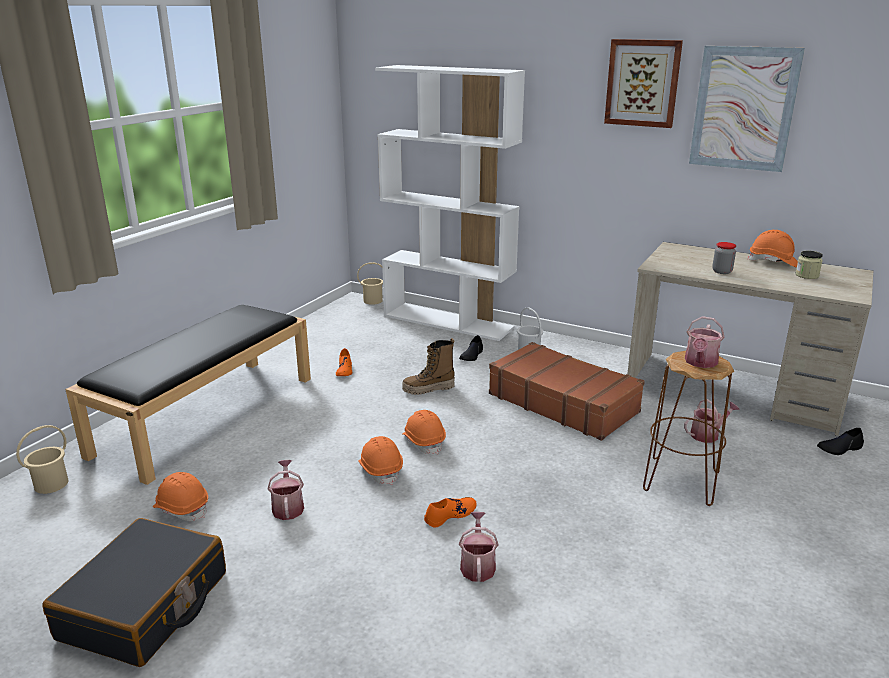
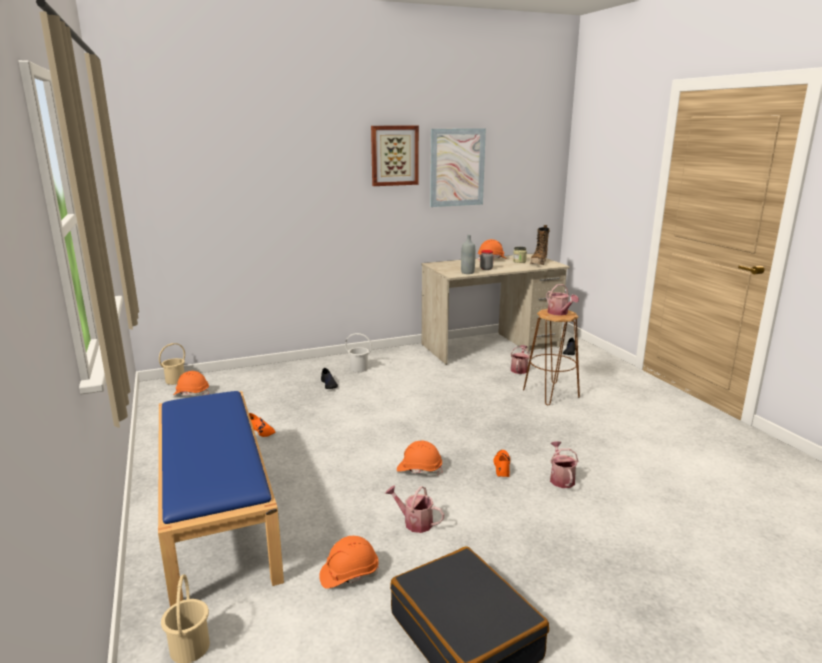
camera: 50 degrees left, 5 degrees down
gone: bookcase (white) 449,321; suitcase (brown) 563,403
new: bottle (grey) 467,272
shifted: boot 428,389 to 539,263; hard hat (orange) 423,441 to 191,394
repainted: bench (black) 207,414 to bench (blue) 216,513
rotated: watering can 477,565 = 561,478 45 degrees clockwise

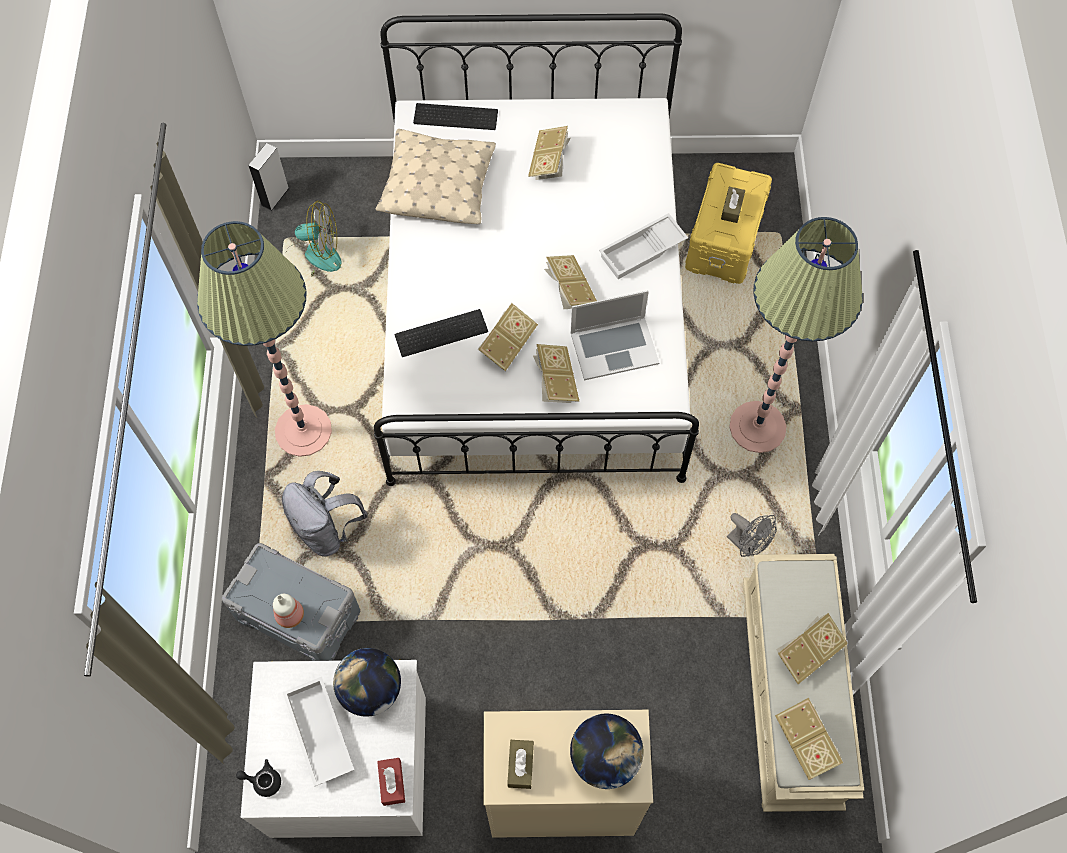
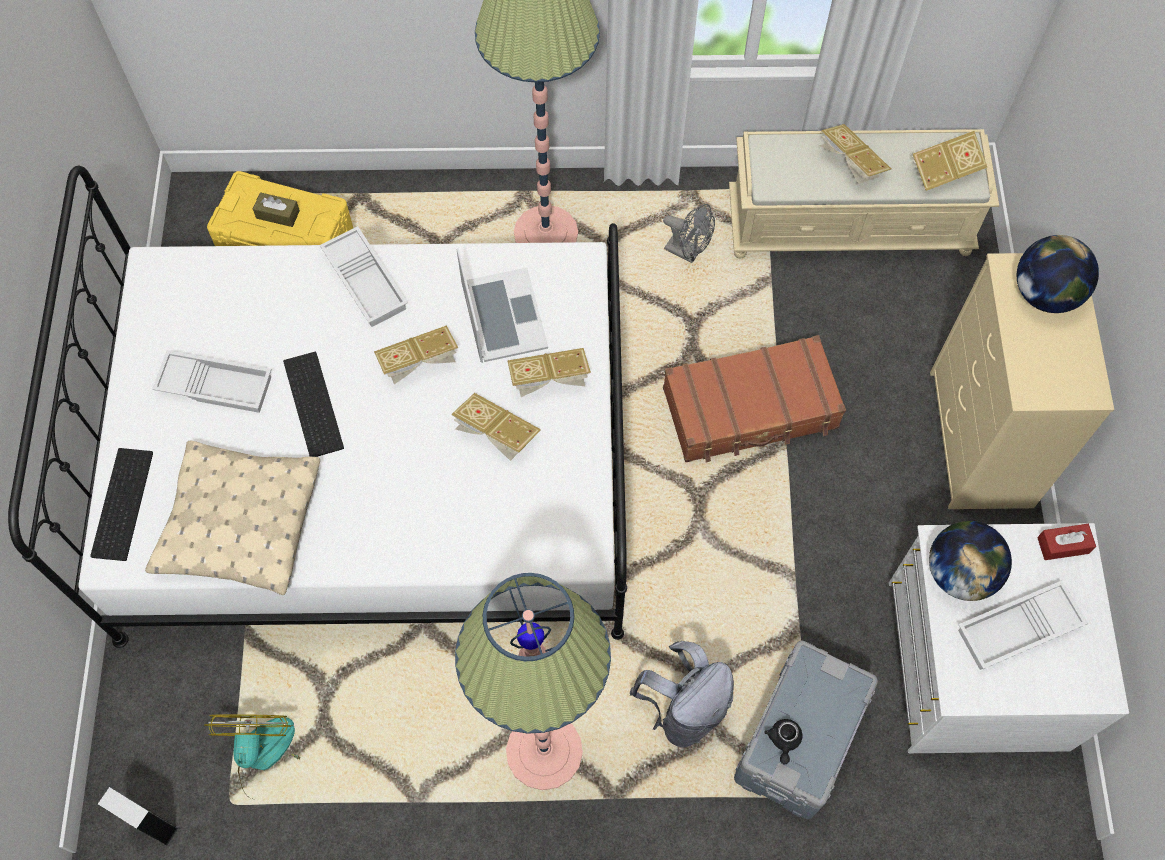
camera: 90 degrees left, 0 degrees up
gone: bottle 289,615; tissue box (brown) 520,766
new: suitcase (brown) 751,409
shifted: keyboard 441,331 to 311,404; teapot (black) 263,781 to 783,741
swapped: book 549,162 to tray (white) 217,384
rotated: fan (grey) 747,545 = 688,252 75 degrees clockwise

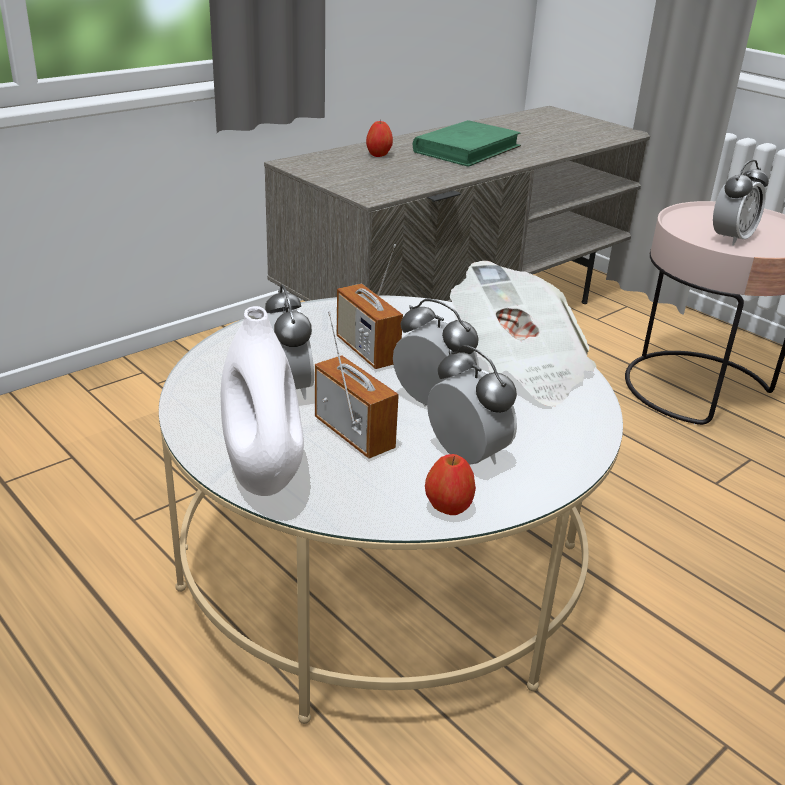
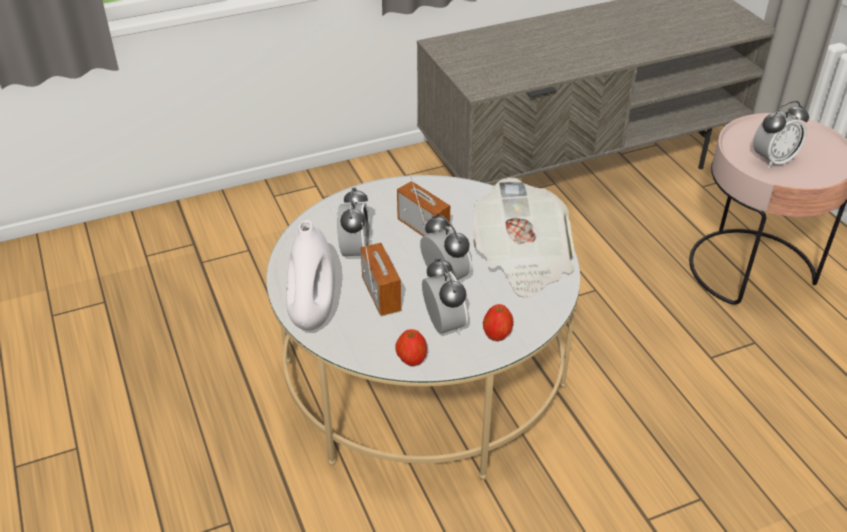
camera: 20 degrees right, 10 degrees up
gone: book (green) 467,149
shifted: apple 379,155 to 497,335
rotated: radio 367,351 = 423,228 150 degrees clockwise

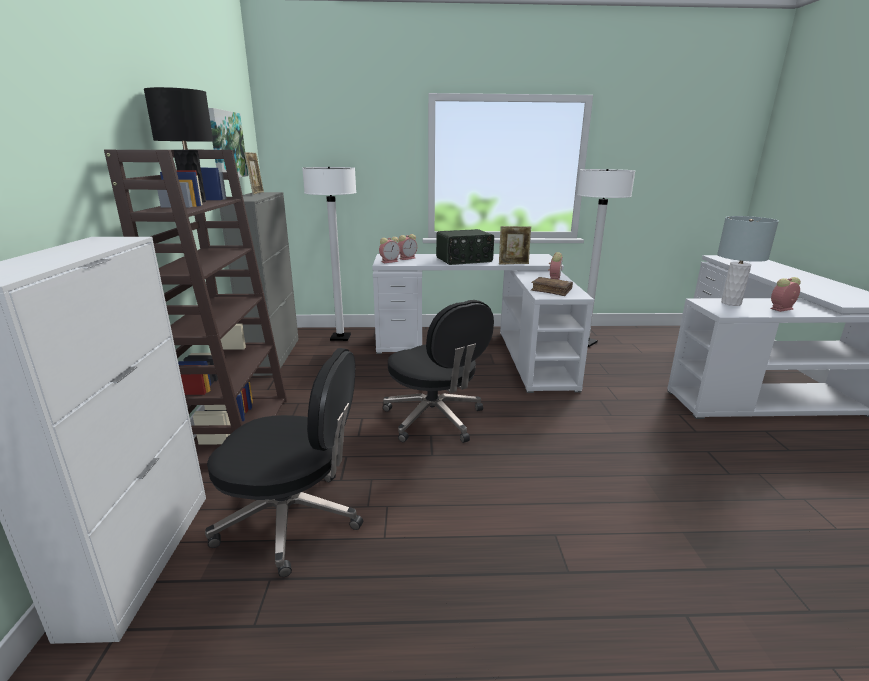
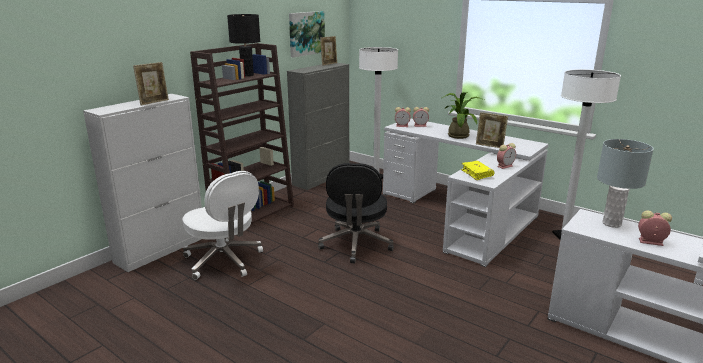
camera: 40 degrees right, 0 degrees up
new: picture frame 154,102
swapped: radio 464,260 to potted plant 458,135
repainted: book (brown) 551,291 to book (yellow) 477,174; office chair (black) 293,519 to office chair (white) 224,260

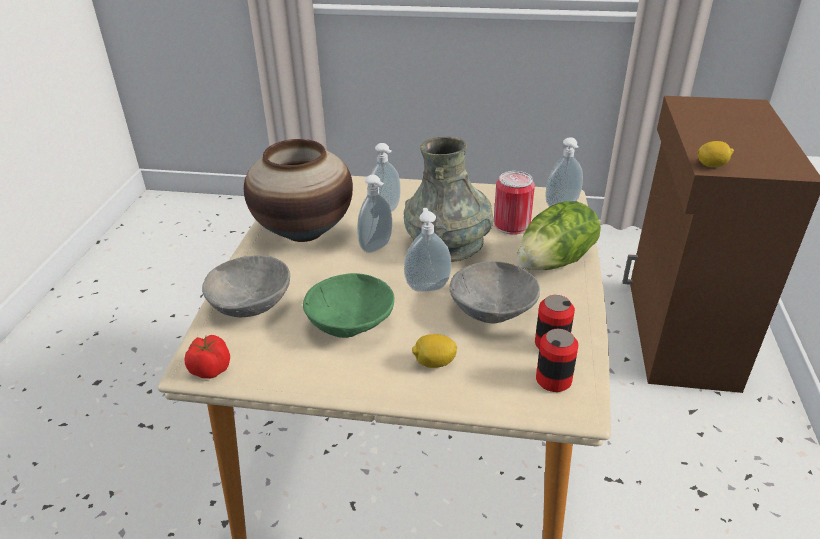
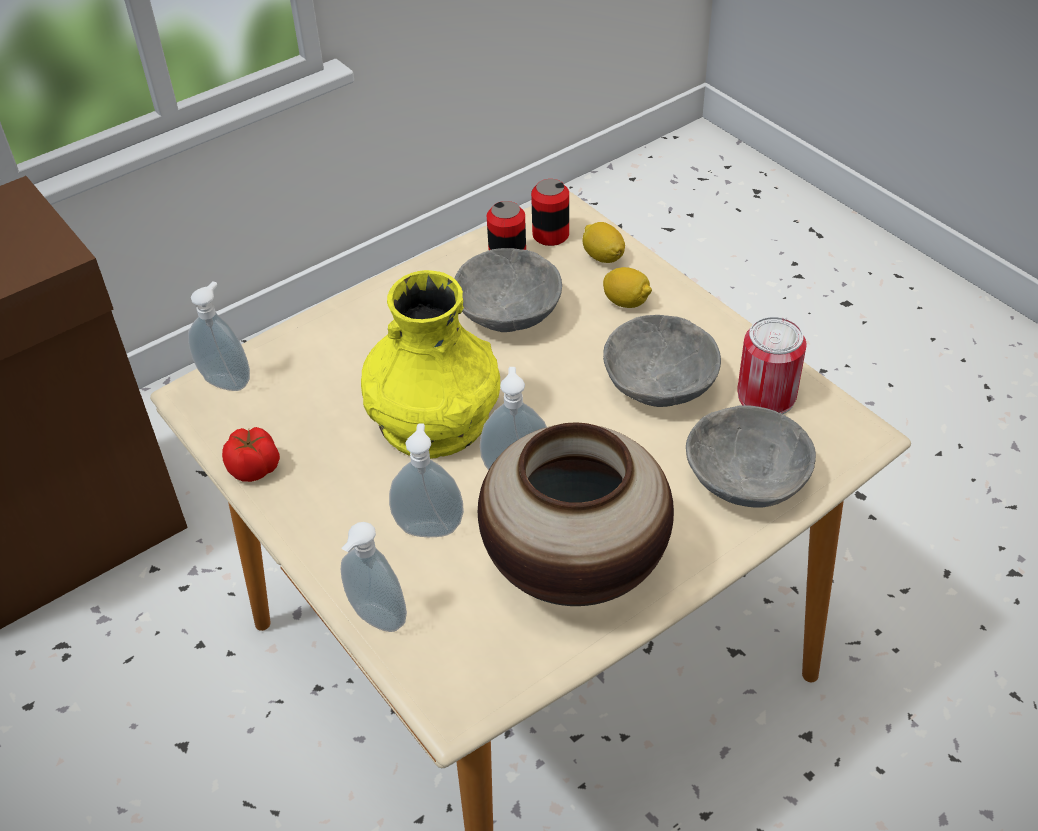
camera: 135 degrees left, 10 degrees up
gone: lettuce 556,261
shifted: lemon 711,165 to 603,257; can 511,225 to 766,396; soap dispenser 427,286 to 375,620; tomato 210,369 to 255,469
repainted: vase (grey) 448,244 to vase (yellow) 433,418; bowl (green) 352,324 to bowl (grey) 658,383

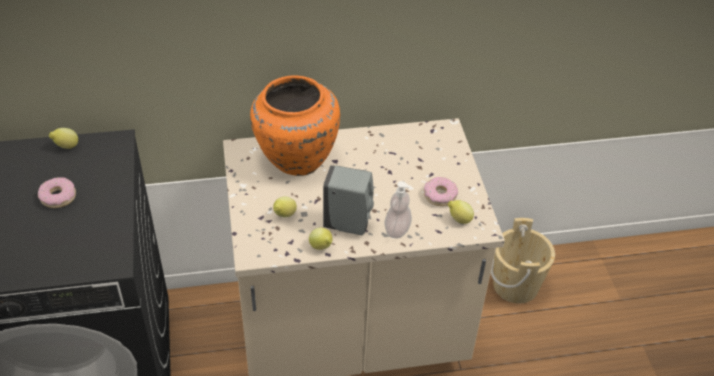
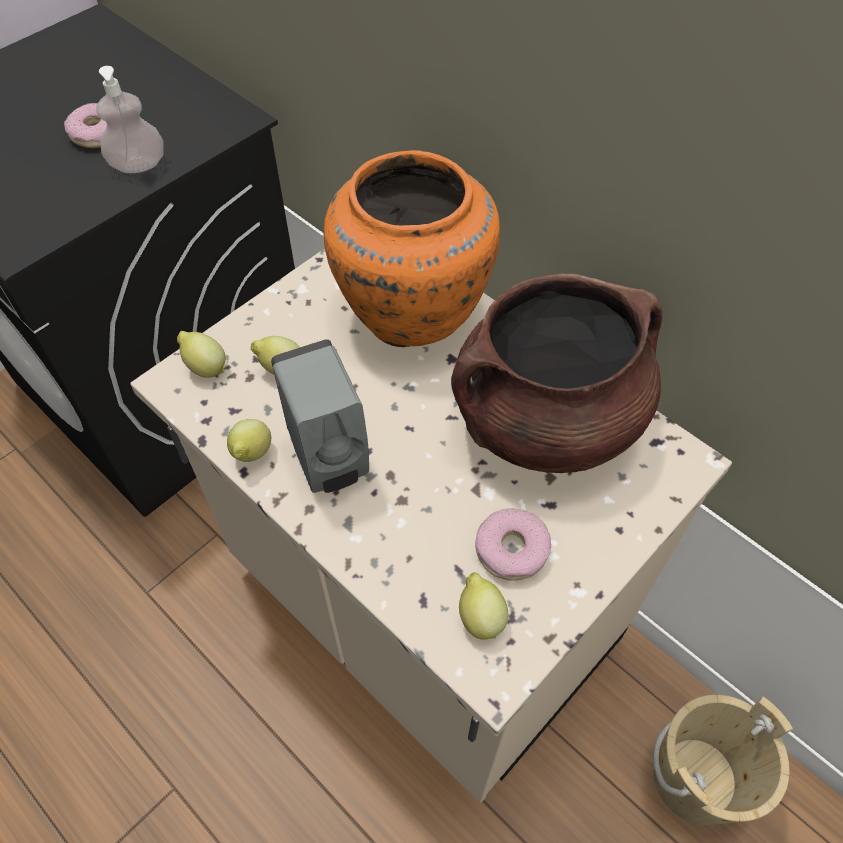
camera: 55 degrees right, 10 degrees up
new: cooking pot (brown) 546,420
shifted: lemon 66,147 to 205,367; soap dispenser 397,230 to 138,165

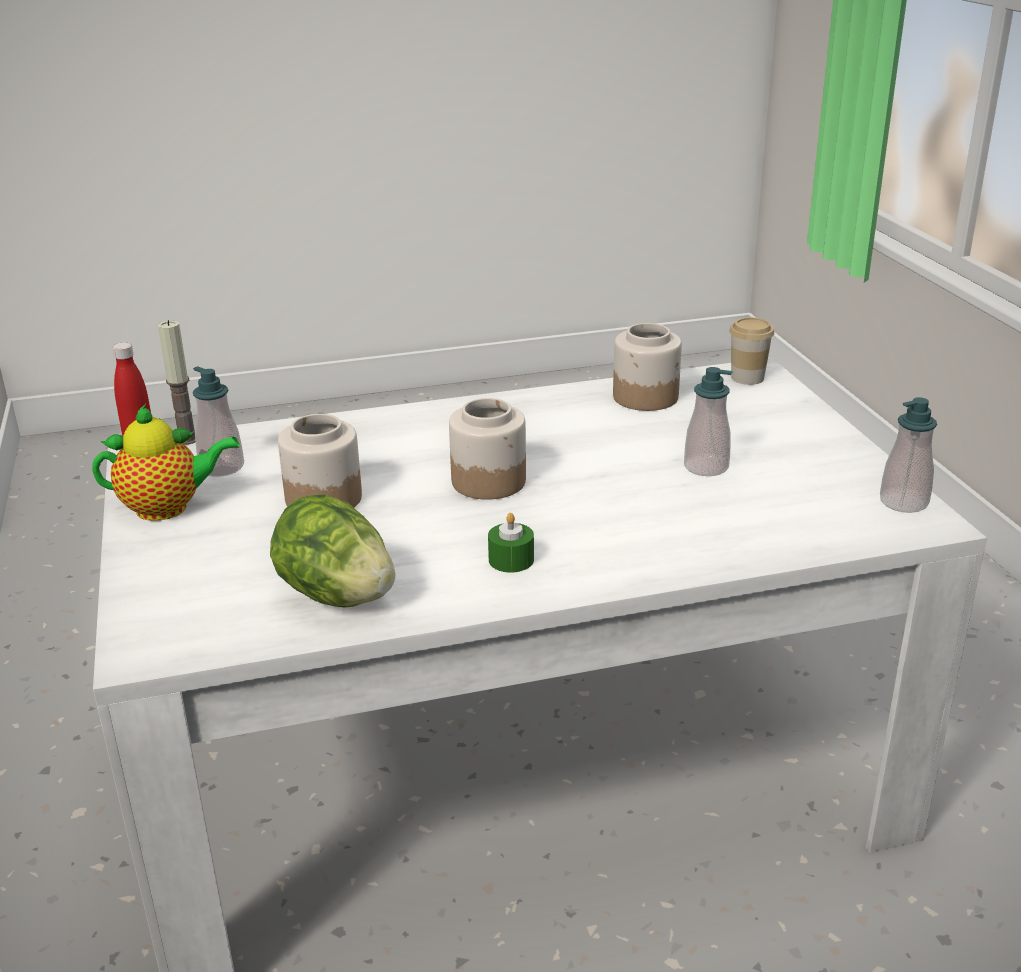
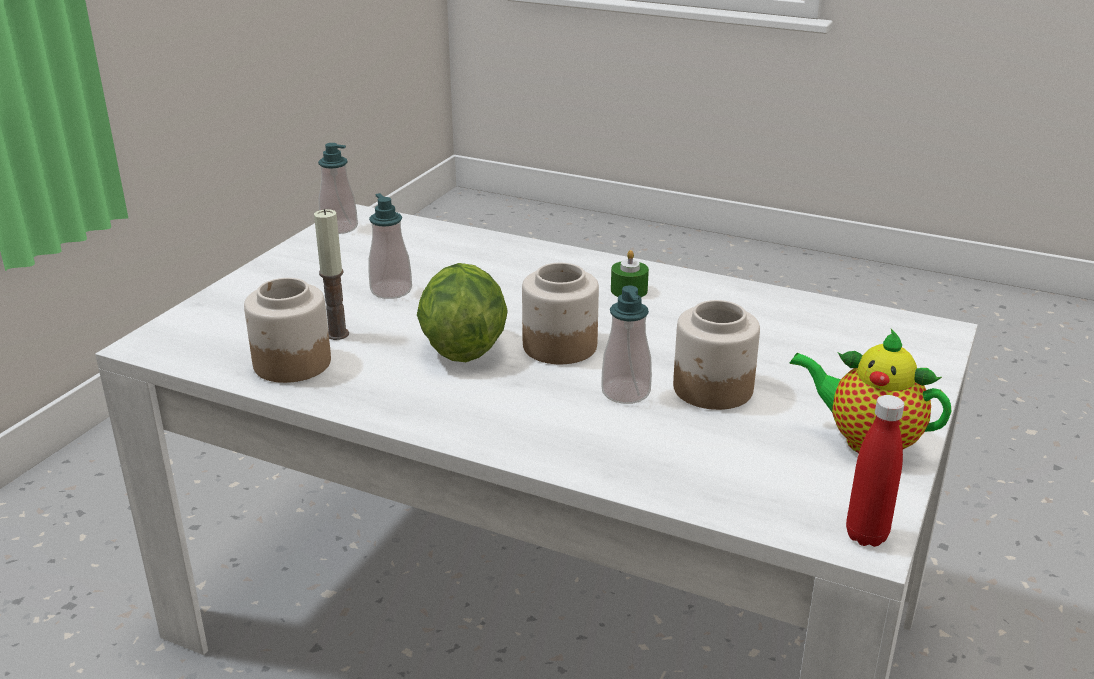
camera: 140 degrees left, 0 degrees up
gone: cup 747,378
shifted: candle 187,439 to 337,334; soap dispenser 222,467 to 625,392; lettuce 336,596 to 462,347

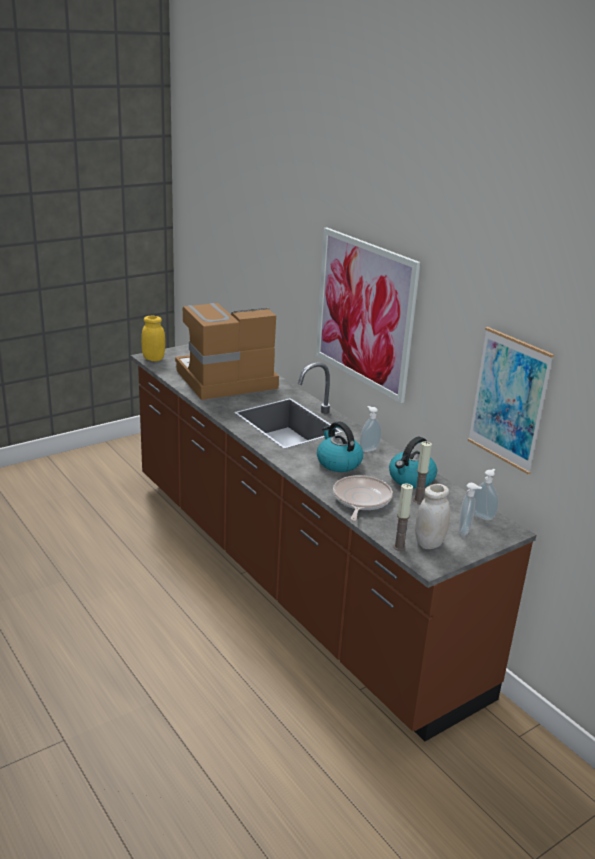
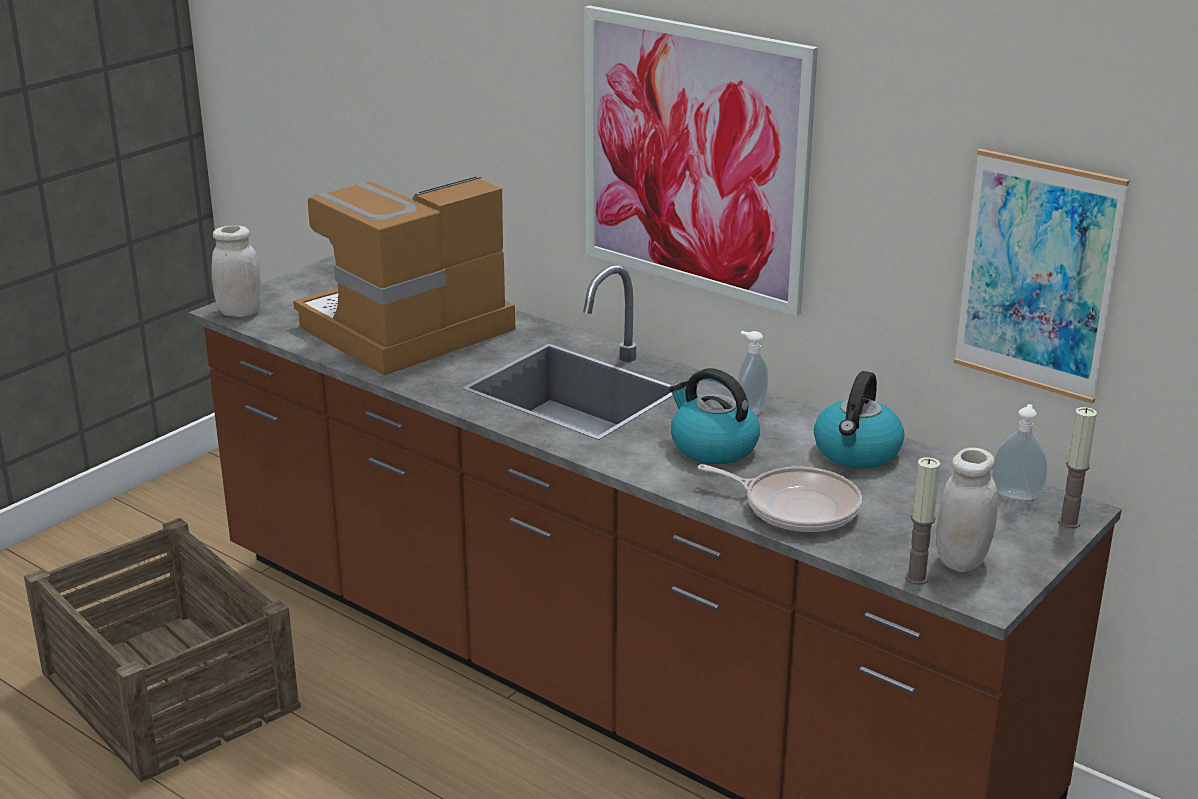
camera: 15 degrees left, 0 degrees up
gone: soap dispenser 465,531
new: crate 168,691
shifted: candle 418,500 to 1069,522
repainted: jar (yellow) 153,359 to jar (white) 240,312
rotated: frying pan 361,500 = 796,507 120 degrees clockwise

